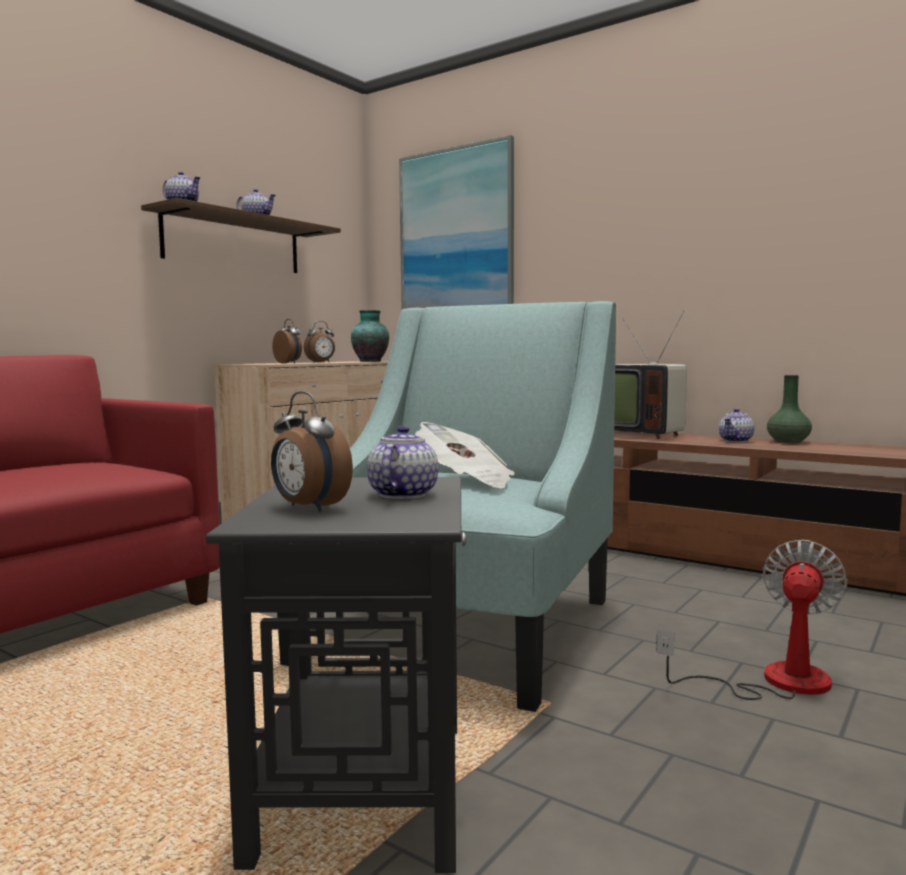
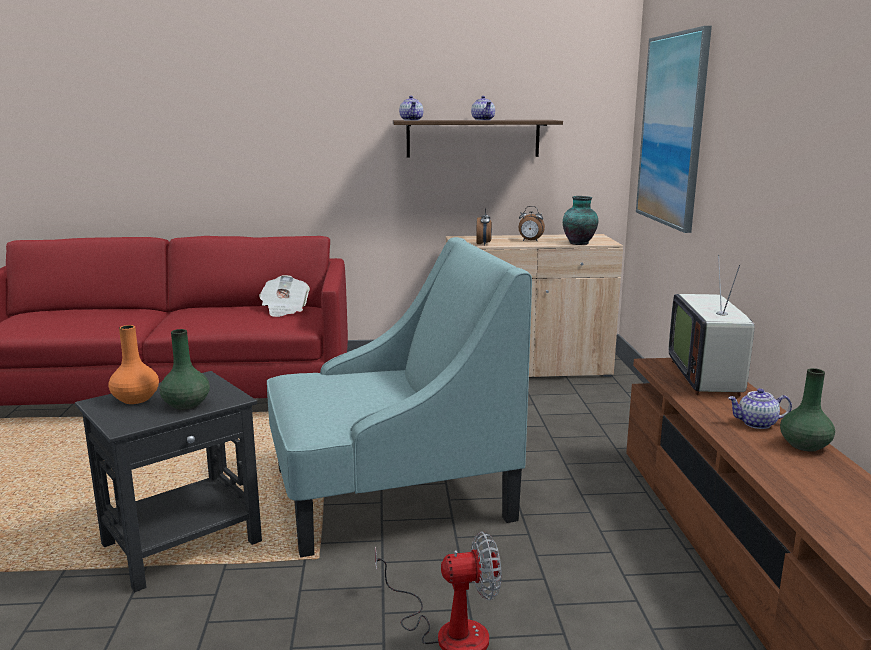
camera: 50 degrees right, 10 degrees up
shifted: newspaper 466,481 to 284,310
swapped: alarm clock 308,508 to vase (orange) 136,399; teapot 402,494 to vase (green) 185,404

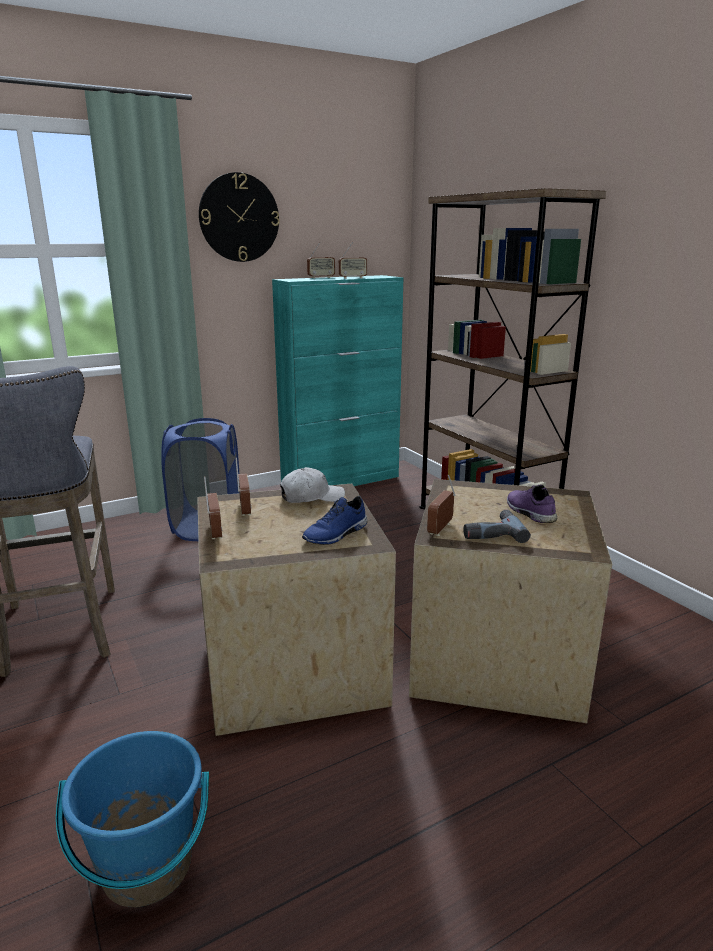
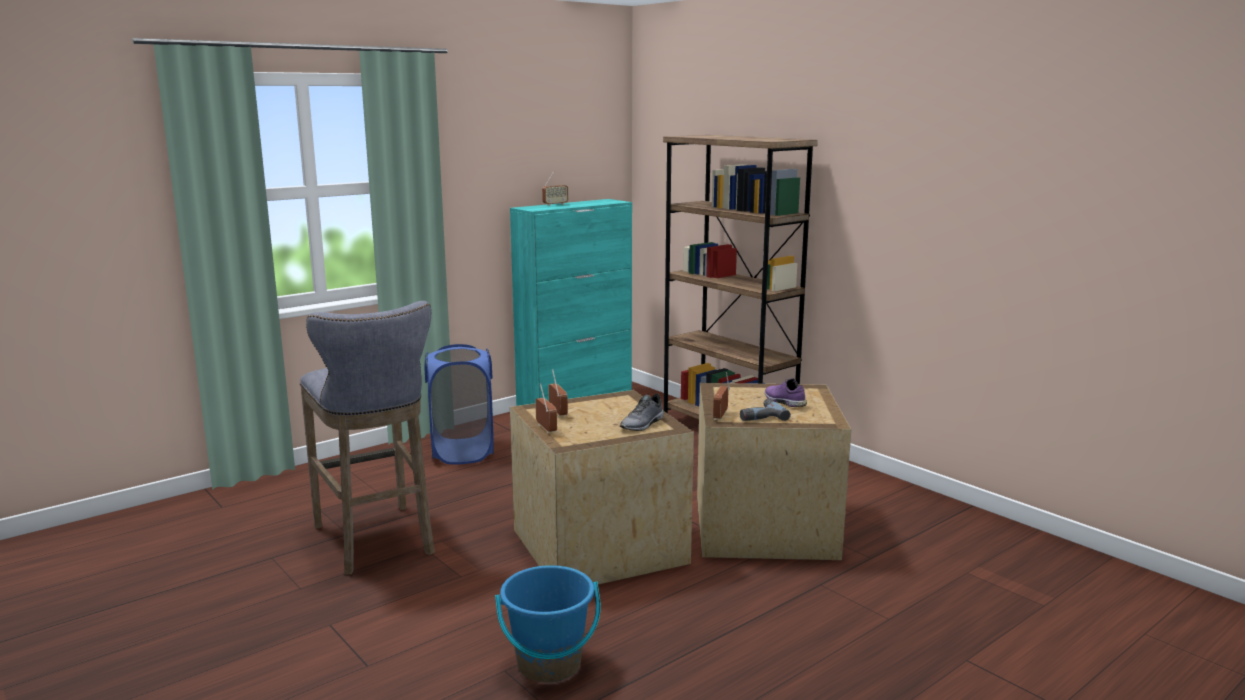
camera: 10 degrees left, 5 degrees down
gone: wall clock 239,218; radio 352,278; cap (white) 312,497
repainted: shoe (blue) 336,534 to shoe (grey) 643,424

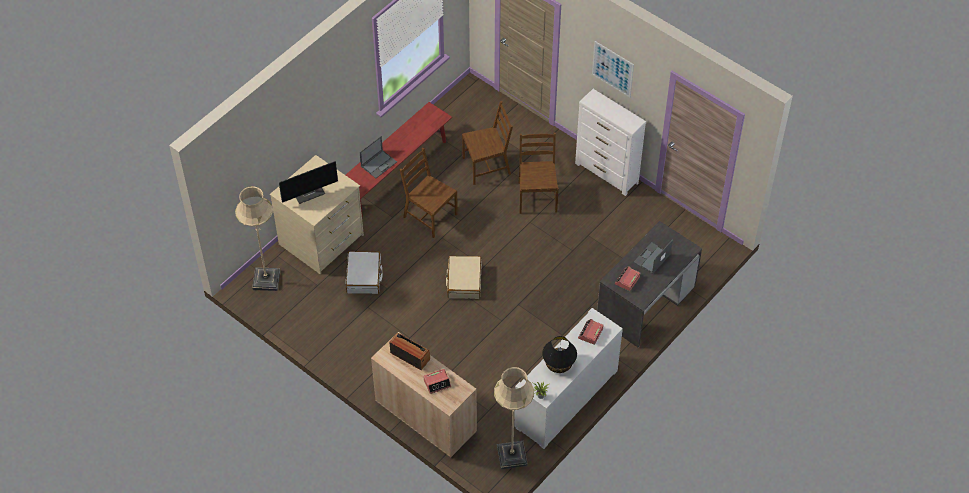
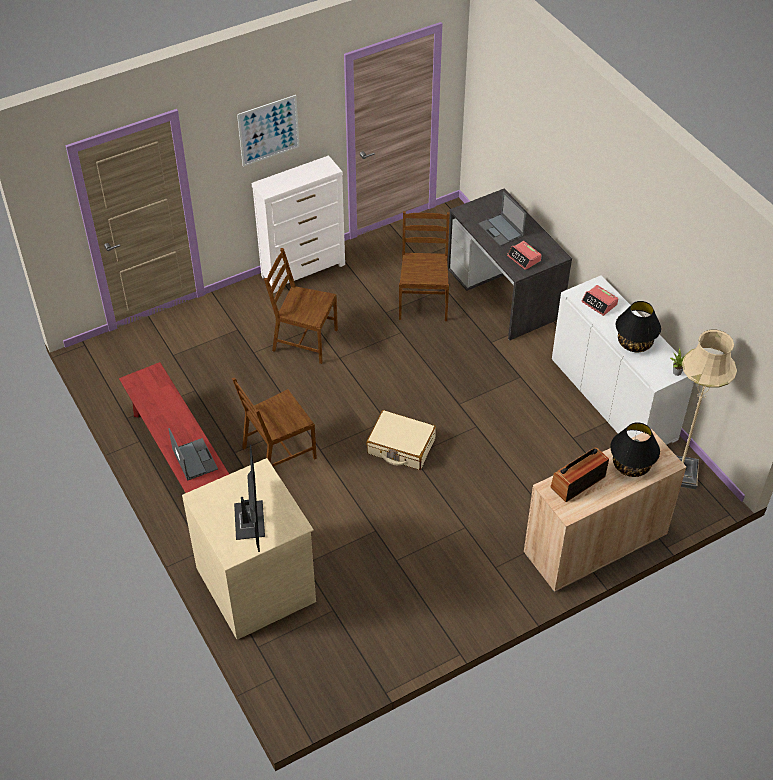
camera: 70 degrees left, 5 degrees down
gone: floor lamp (beige) 266,280; suitcase (white) 364,277
shifted: chair (brown) 487,166 to 423,301
swapped: alarm clock 437,383 to table lamp (black) 631,465

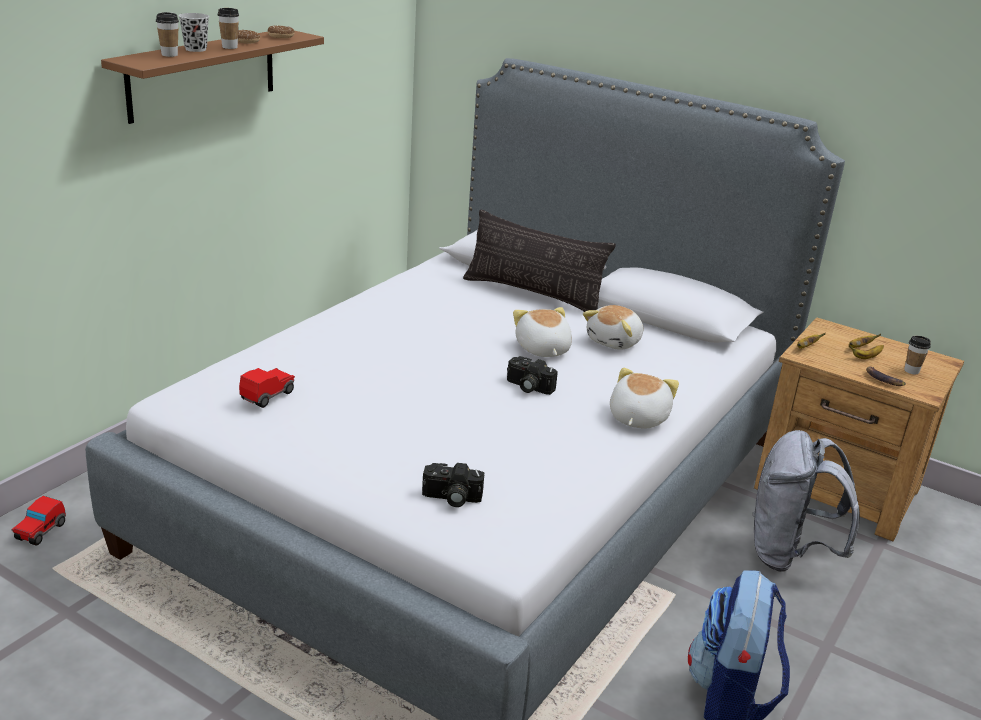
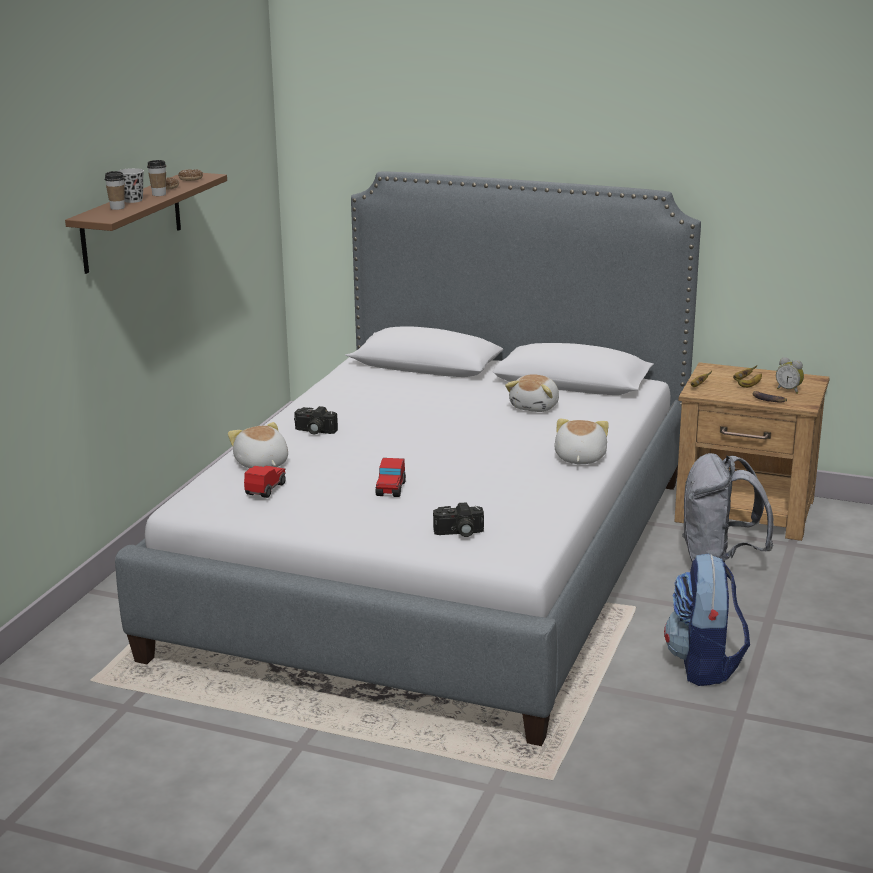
camera: 10 degrees left, 5 degrees down
gone: pillow 533,294
shifted: plush toy 542,349 to 261,464; photo camera 528,387 to 314,431; toy car 40,531 to 390,489
swapped: cup 911,371 to alarm clock 789,390

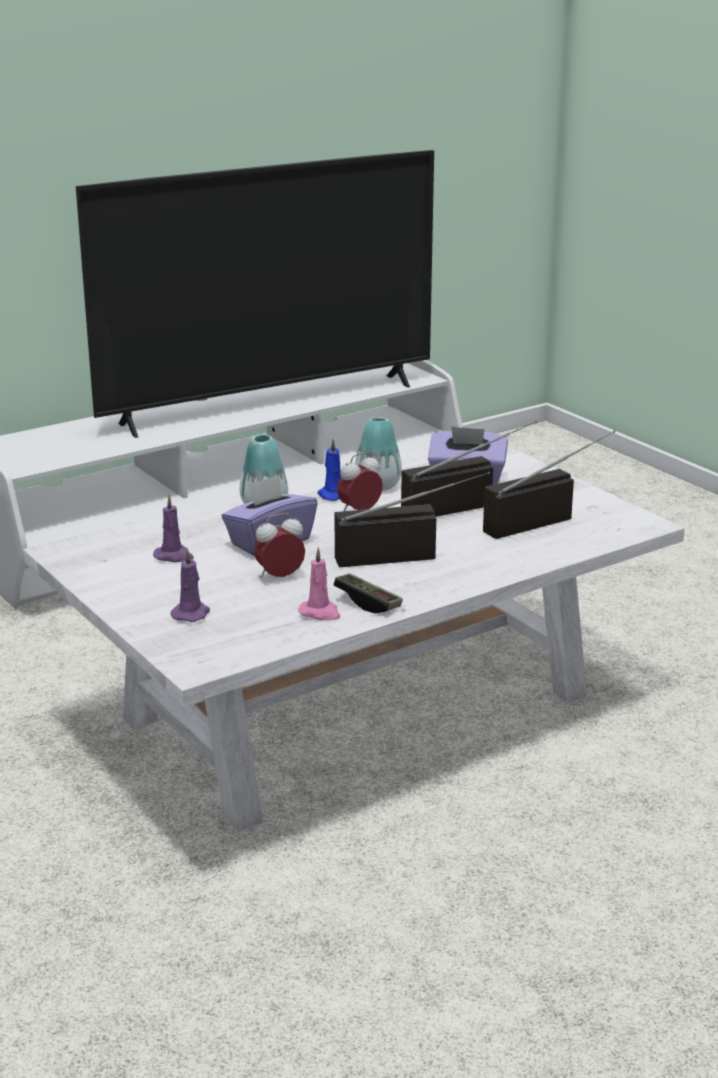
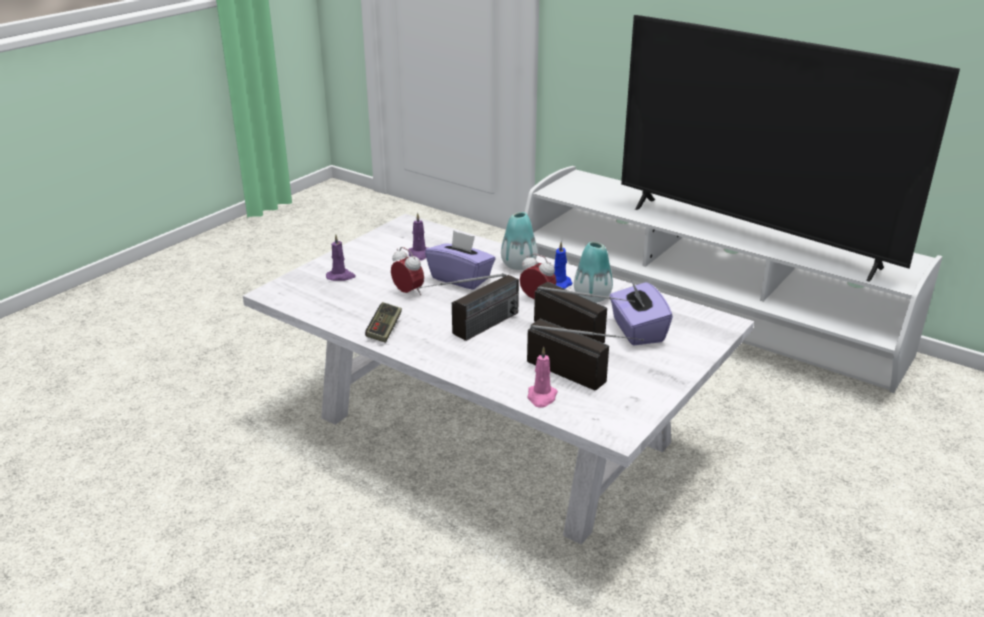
camera: 70 degrees right, 5 degrees up
shifted: candle (pink) 320,613 to 541,397
rotated: radio 410,555 = 473,332 75 degrees clockwise

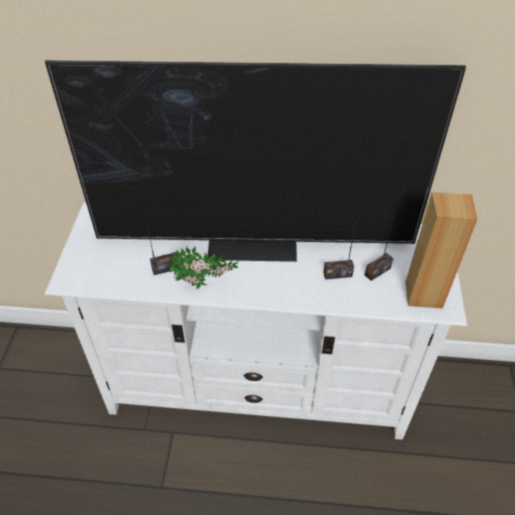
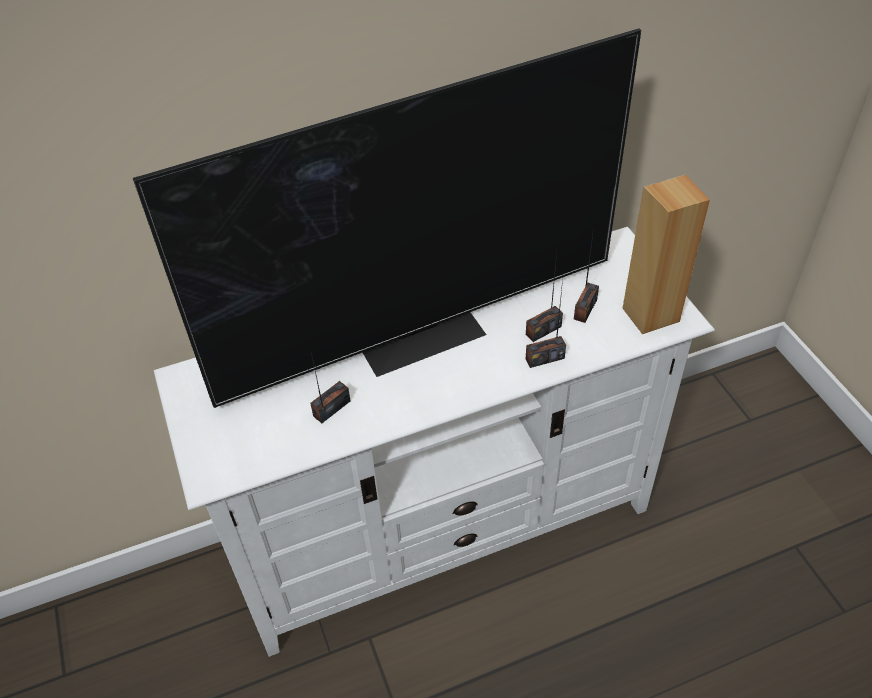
camera: 25 degrees left, 0 degrees up
gone: potted plant 205,285
new: radio 544,358

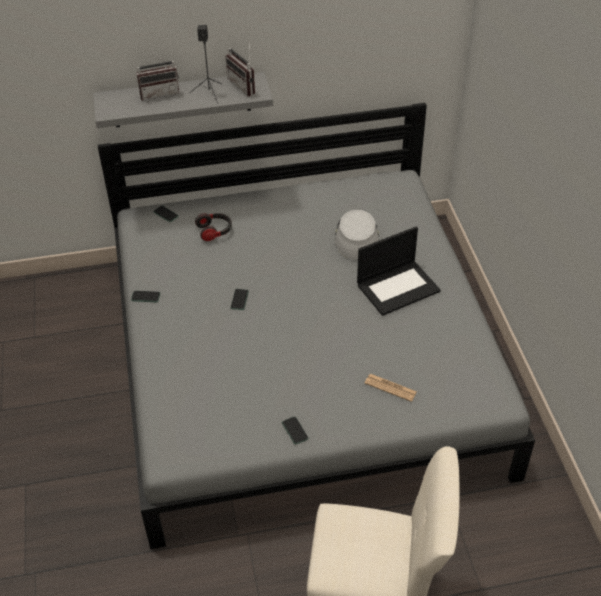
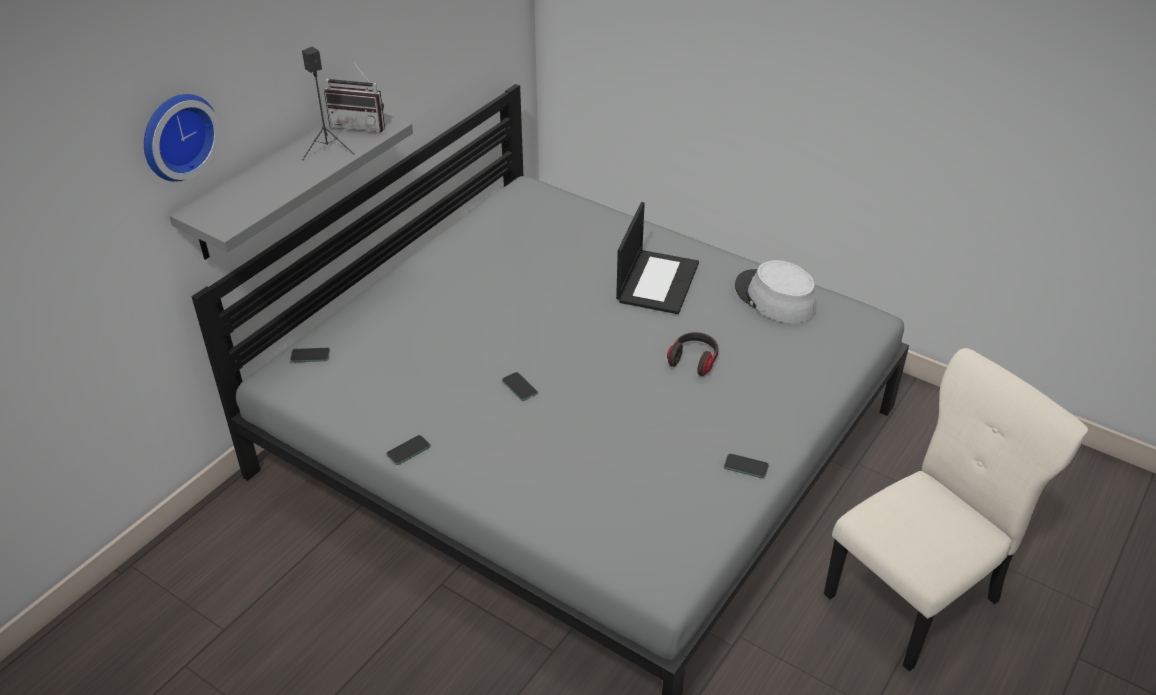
camera: 45 degrees left, 5 degrees down
gone: radio 159,93; newspaper 390,388
new: wall clock 176,135
shifted: hat (grey) 356,237 to 774,298; headphones 215,231 to 694,360

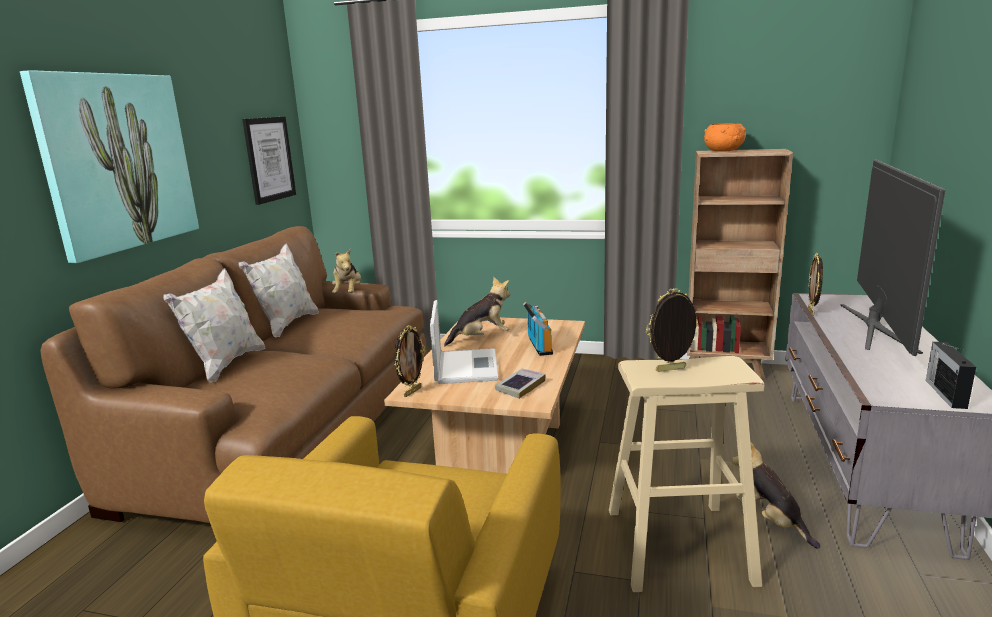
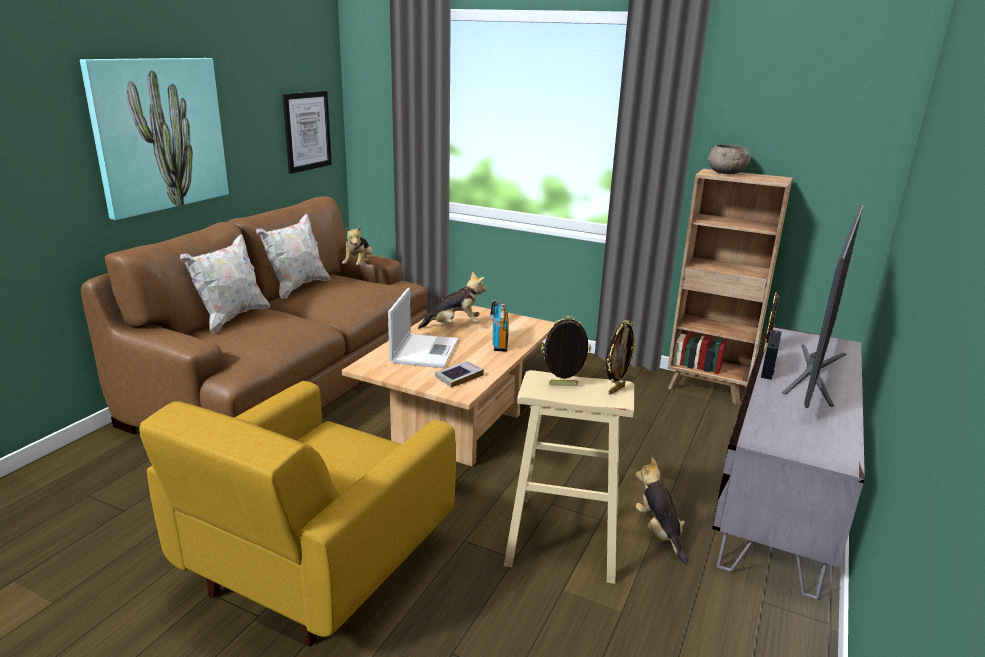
camera: 10 degrees right, 5 degrees up
shifted: picture frame 412,392 to 615,389; radio 945,393 to 768,368
repainted: bowl (orange) 723,151 to bowl (grey) 726,173

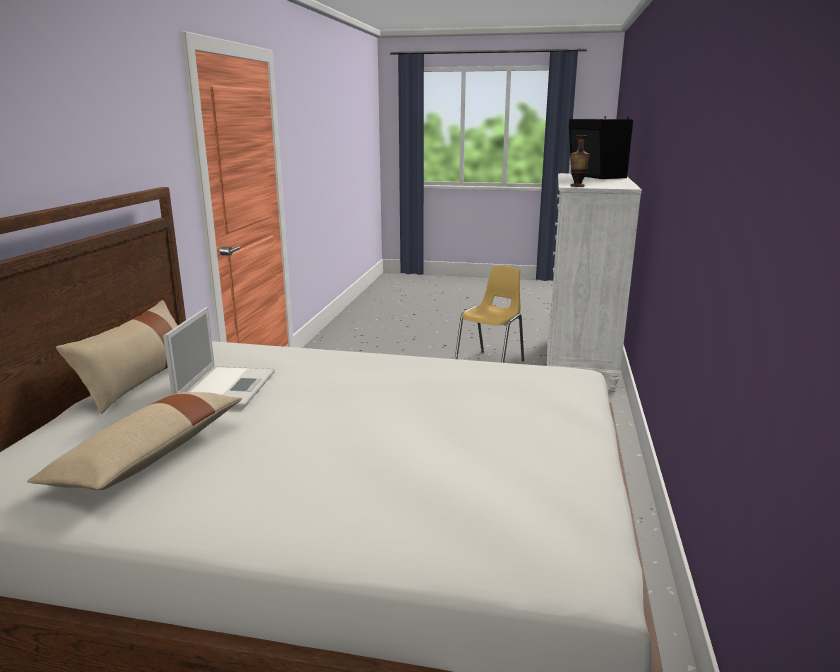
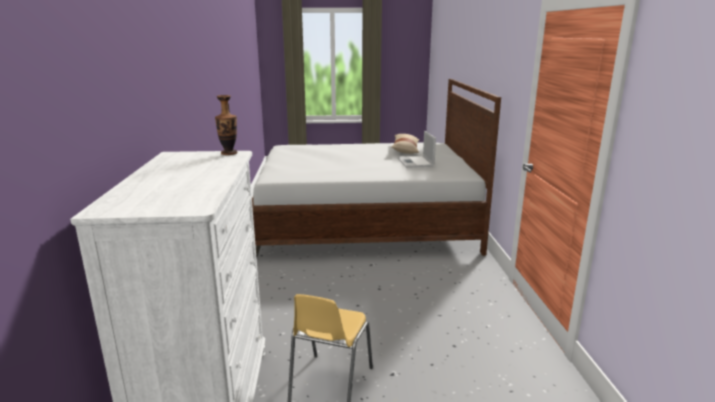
camera: 165 degrees right, 0 degrees up
gone: speaker (black) 596,176; pillow (beige) 139,380

